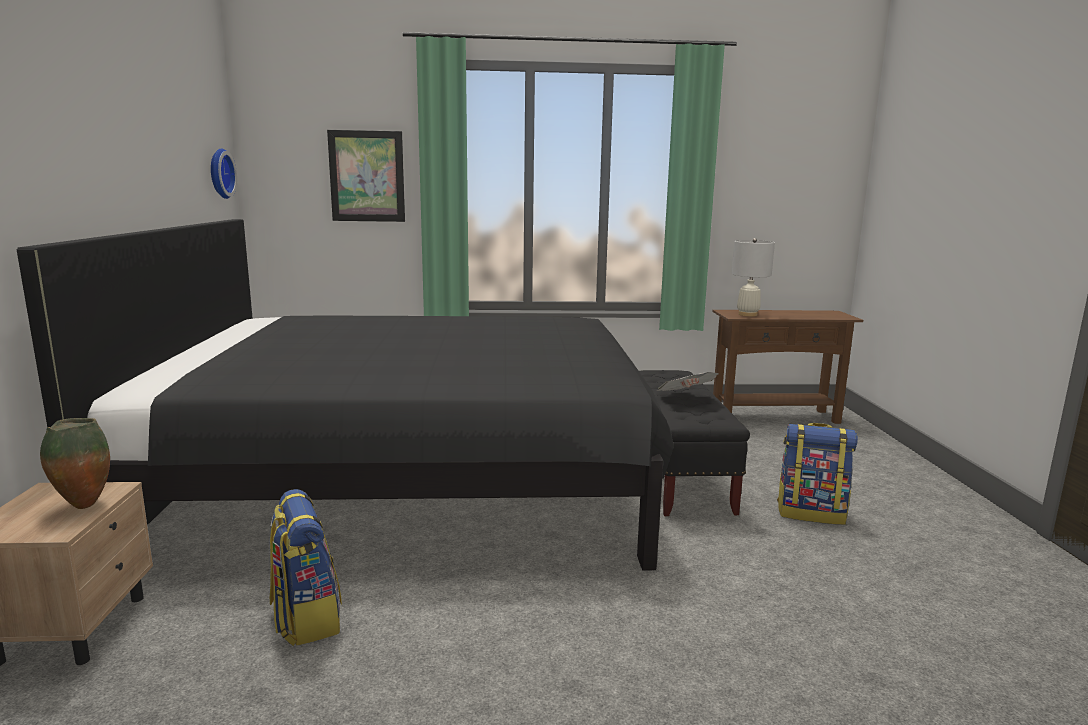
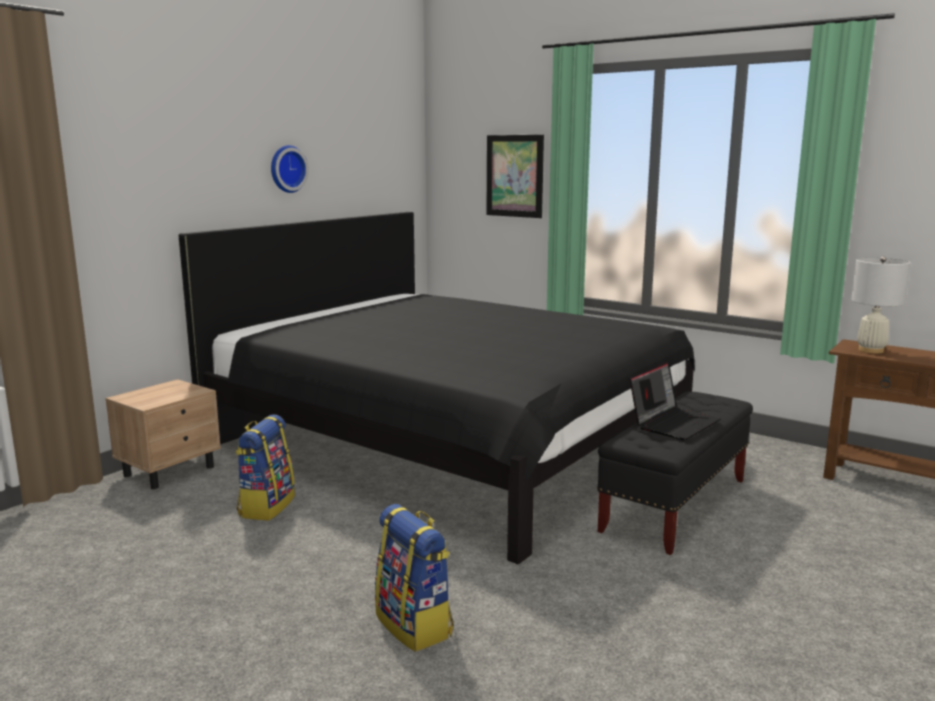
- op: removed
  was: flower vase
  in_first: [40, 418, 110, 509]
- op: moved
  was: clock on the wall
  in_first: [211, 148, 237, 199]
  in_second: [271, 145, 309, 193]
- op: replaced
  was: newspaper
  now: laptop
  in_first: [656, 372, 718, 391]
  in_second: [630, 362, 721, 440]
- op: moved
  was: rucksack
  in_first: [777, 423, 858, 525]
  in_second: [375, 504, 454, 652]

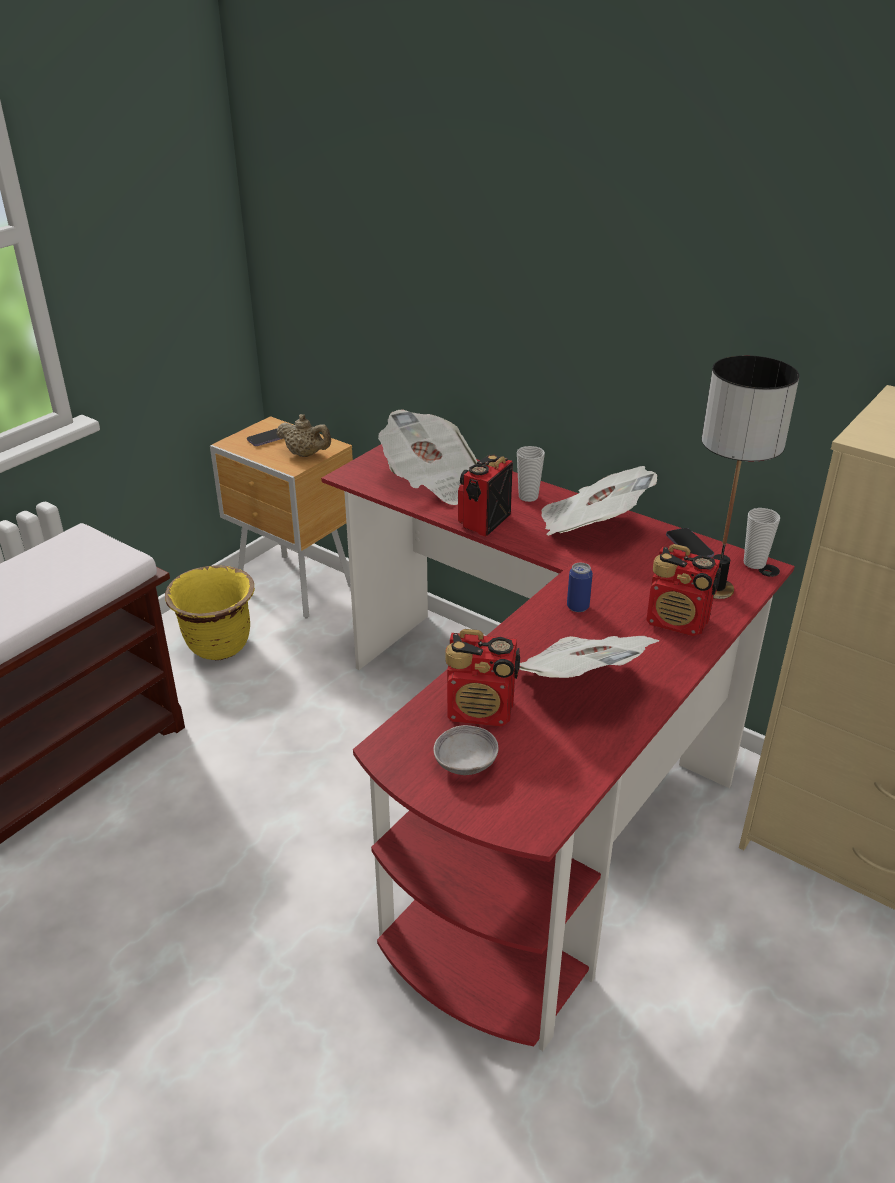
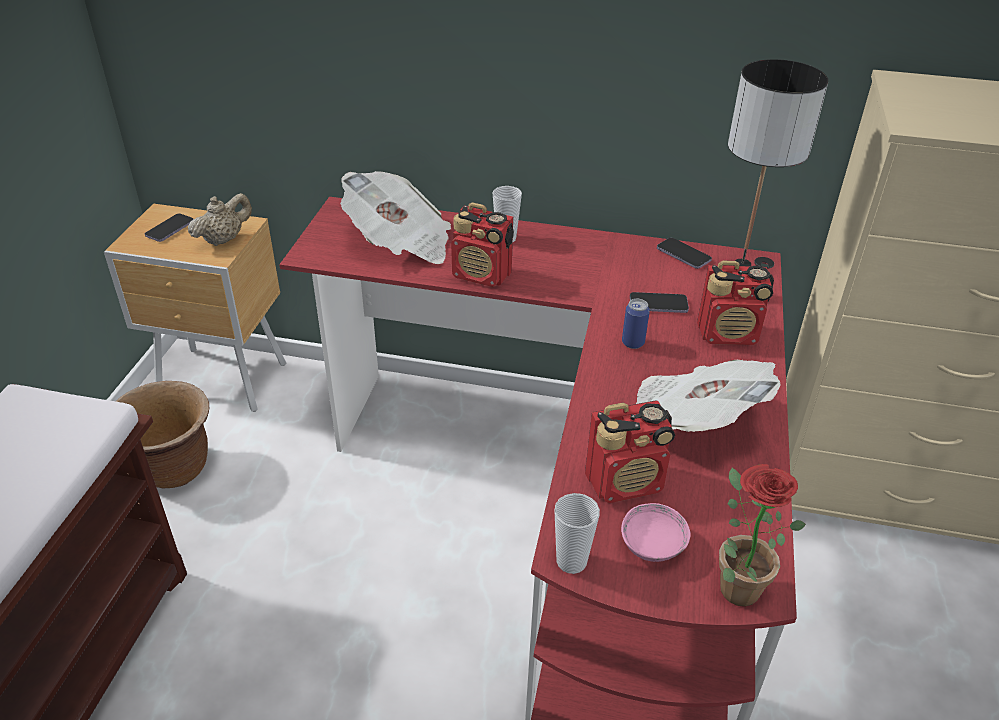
- op: recoloured
  was: yellow-coloured plant pot
  now: brownish plant pot
  in_first: [165, 565, 255, 660]
  in_second: [116, 381, 209, 488]
- op: turned
  was: beige-coloured teapot
  in_first: [276, 414, 331, 457]
  in_second: [188, 193, 252, 246]
  clockwise: -45
- op: recoloured
  was: grey bowl
  now: pink-coloured bowl
  in_first: [433, 725, 498, 775]
  in_second: [621, 503, 691, 562]
- op: turned
  was: radio receiver
  in_first: [458, 455, 513, 536]
  in_second: [451, 202, 514, 287]
  clockwise: -75
- op: removed
  was: newspaper
  in_first: [541, 466, 658, 536]
- op: moved
  was: drinking cup
  in_first: [744, 508, 780, 569]
  in_second: [554, 493, 600, 574]
- op: added
  now: phone
  in_second: [630, 292, 689, 313]
- op: added
  now: houseplant
  in_second: [719, 464, 806, 607]

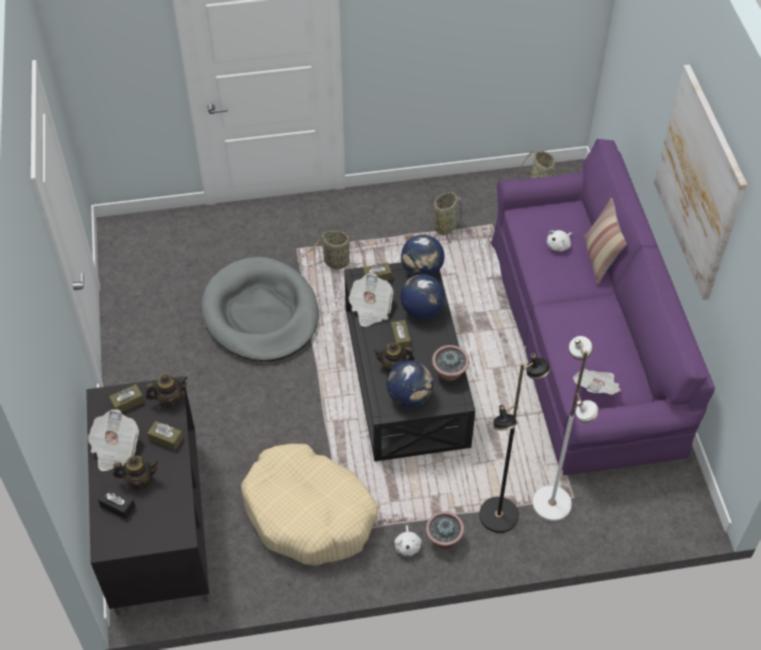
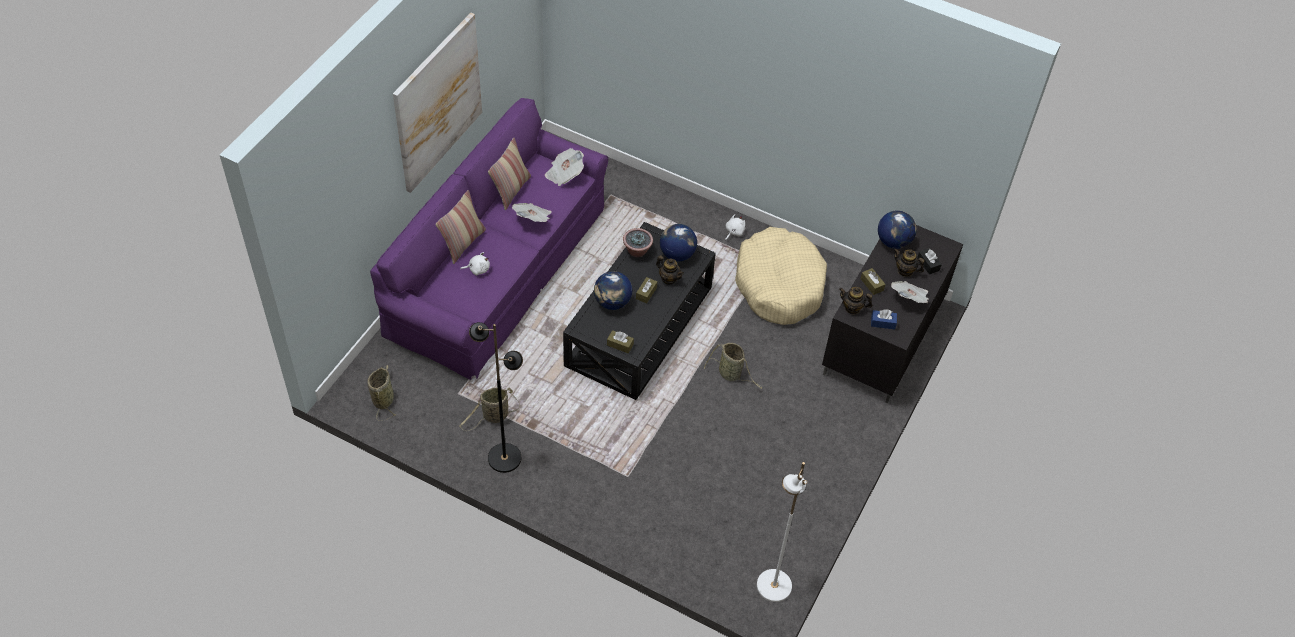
- op: recoloured
  was: brownish tissue holder
  now: blue tissue holder
  in_first: [109, 384, 144, 413]
  in_second: [871, 309, 897, 330]
- op: removed
  was: grey dog bed
  in_first: [201, 257, 319, 362]
- op: moved
  was: basket
  in_first: [297, 231, 364, 269]
  in_second: [704, 343, 762, 389]
- op: moved
  was: newspaper
  in_first: [348, 273, 394, 327]
  in_second: [512, 203, 552, 222]
- op: moved
  was: world globe
  in_first: [401, 235, 445, 276]
  in_second: [878, 210, 917, 249]
- op: removed
  was: houseplant
  in_first: [426, 511, 464, 549]
- op: moved
  was: black floor lamp
  in_first: [479, 353, 551, 533]
  in_second: [469, 322, 523, 473]
- op: moved
  was: white floor lamp
  in_first: [533, 336, 599, 521]
  in_second: [757, 462, 807, 602]
- op: added
  now: cushion
  in_second: [488, 138, 531, 210]

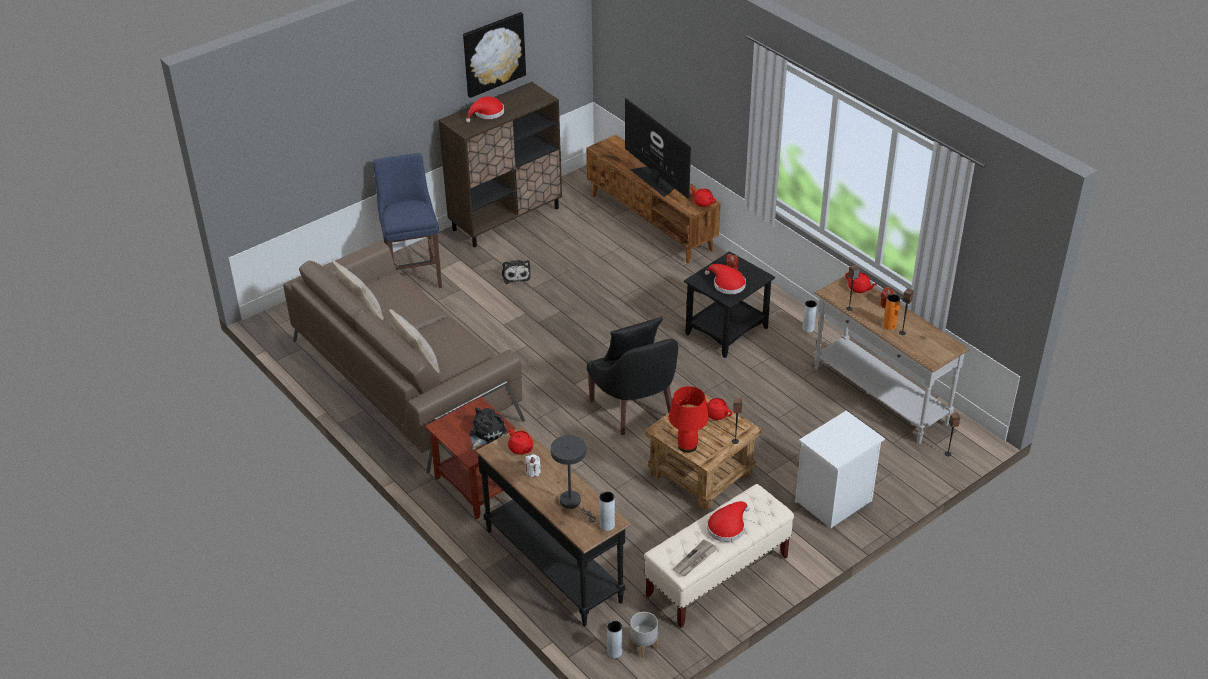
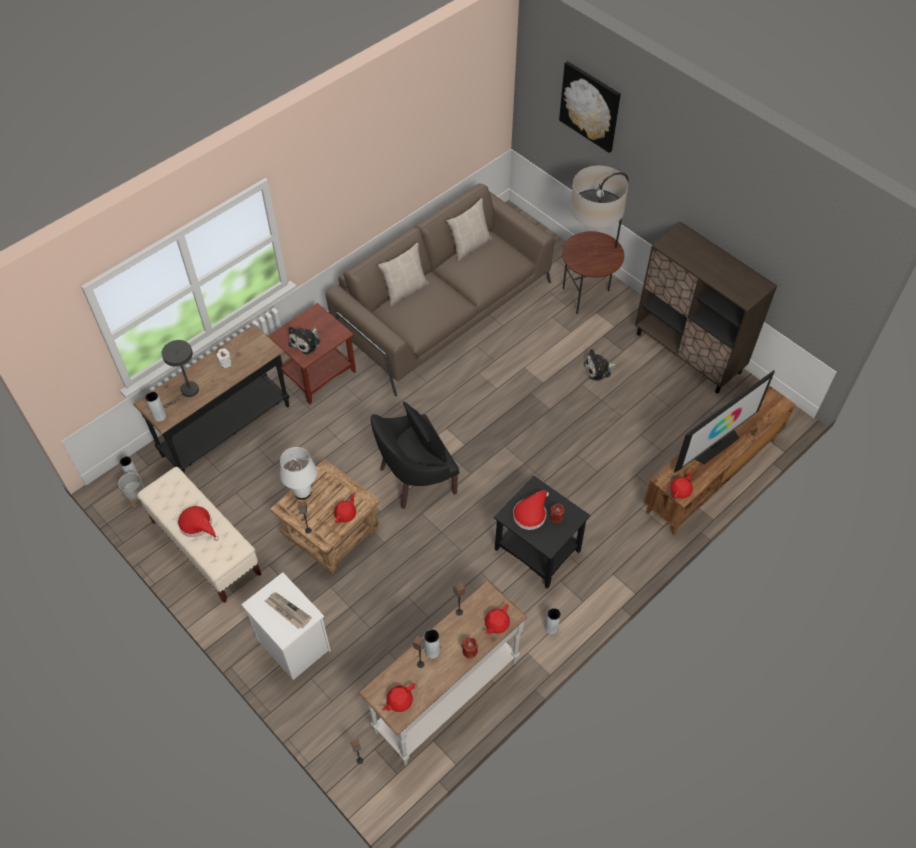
- op: replaced
  was: blue stool seat
  now: floor lamp
  in_first: [373, 153, 442, 288]
  in_second: [562, 166, 629, 314]
- op: moved
  was: wall picture
  in_first: [463, 12, 526, 98]
  in_second: [559, 61, 621, 153]
- op: removed
  was: reddish clothing hat
  in_first: [466, 97, 504, 123]
- op: turned
  was: plush toy
  in_first: [469, 408, 507, 450]
  in_second: [289, 326, 320, 355]
  clockwise: 90
- op: moved
  was: reddish teapot
  in_first: [508, 429, 533, 454]
  in_second: [382, 683, 415, 712]
- op: recoloured
  was: reddish table lamp
  now: white table lamp
  in_first: [669, 386, 709, 453]
  in_second: [280, 447, 317, 500]
- op: moved
  was: newspaper
  in_first: [673, 539, 717, 576]
  in_second: [265, 592, 312, 629]
- op: recoloured
  was: orangey flower vase
  now: grey flower vase
  in_first: [883, 294, 900, 330]
  in_second: [424, 629, 440, 659]

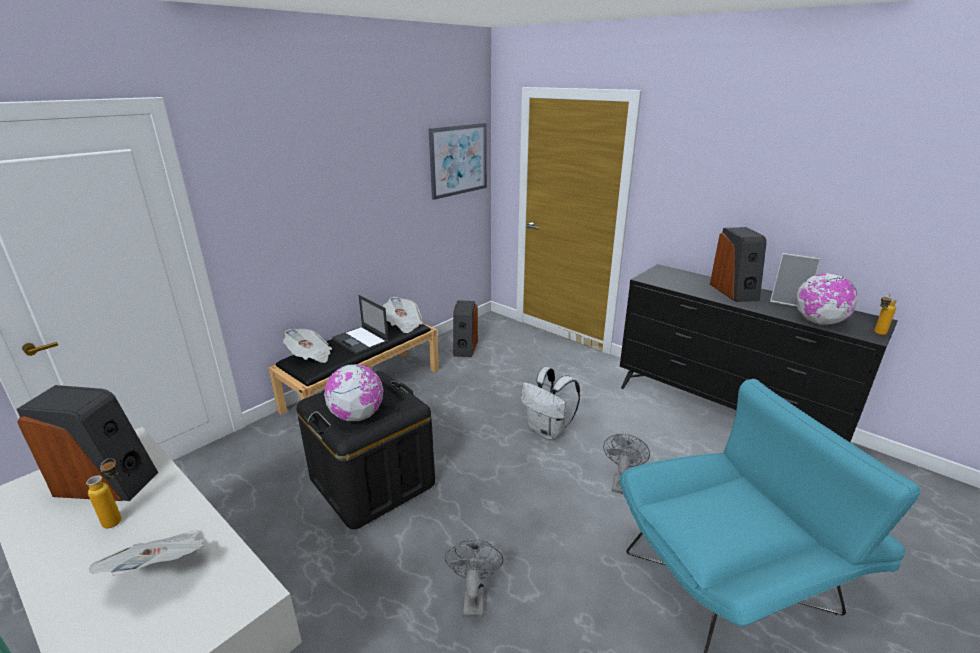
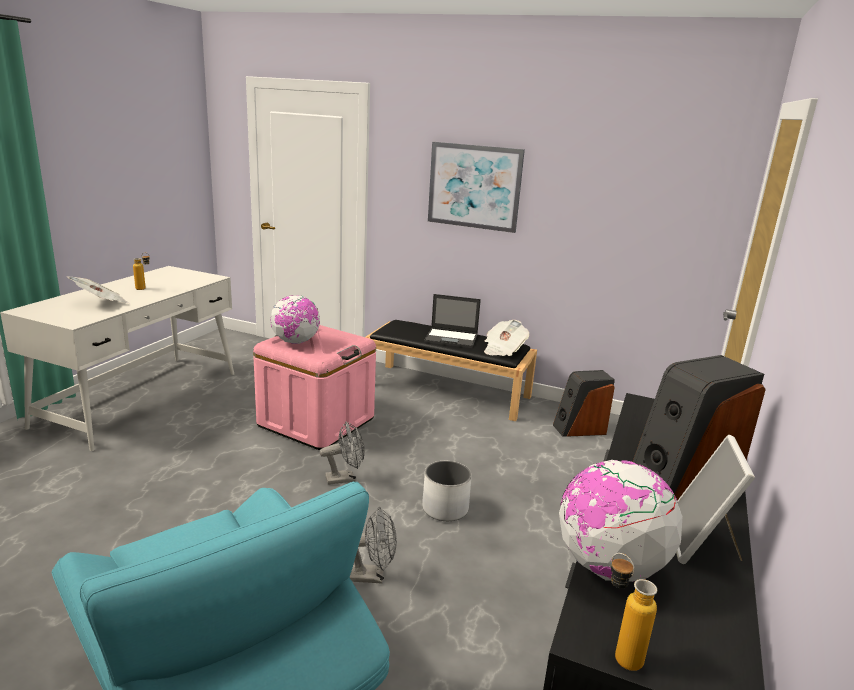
- op: removed
  was: loudspeaker
  in_first: [17, 385, 158, 501]
- op: removed
  was: newspaper
  in_first: [283, 329, 332, 363]
- op: recoloured
  was: black storage box
  now: pink-coloured storage box
  in_first: [296, 371, 435, 529]
  in_second: [253, 325, 376, 450]
- op: turned
  was: laptop
  in_first: [332, 295, 389, 355]
  in_second: [424, 294, 481, 348]
  clockwise: -105
- op: moved
  was: wall picture
  in_first: [429, 123, 487, 200]
  in_second: [428, 142, 525, 233]
- op: moved
  was: grey fan
  in_first: [445, 539, 503, 617]
  in_second: [320, 421, 365, 485]
- op: replaced
  was: white rucksack
  now: white plant pot
  in_first: [521, 367, 580, 440]
  in_second: [422, 461, 472, 521]

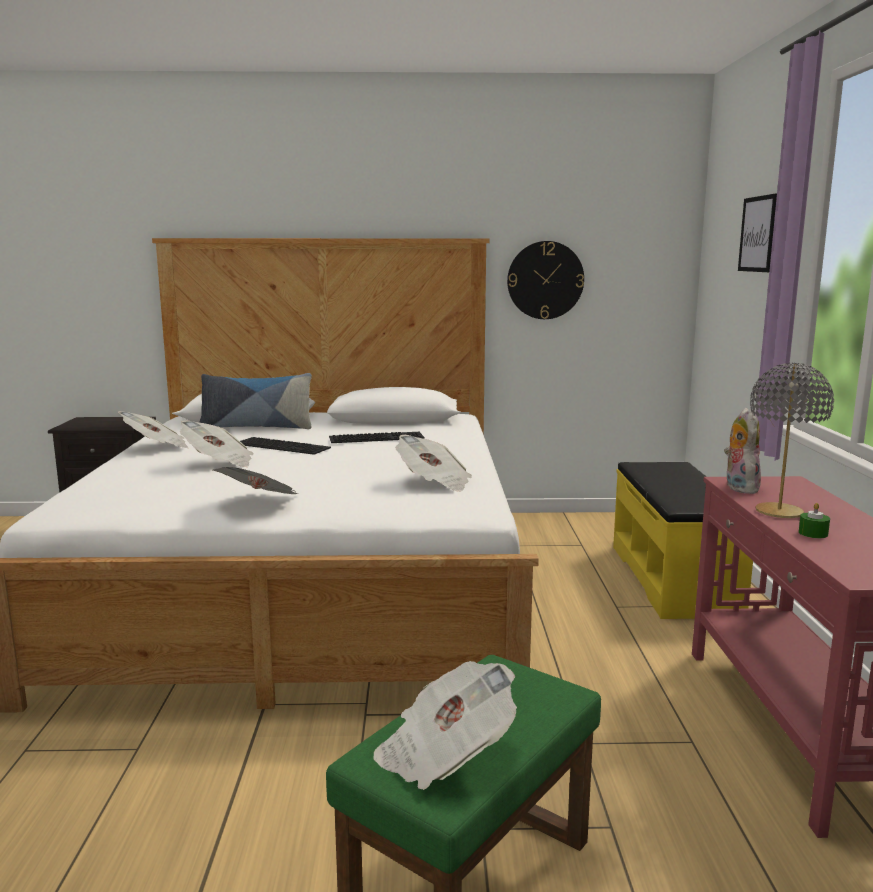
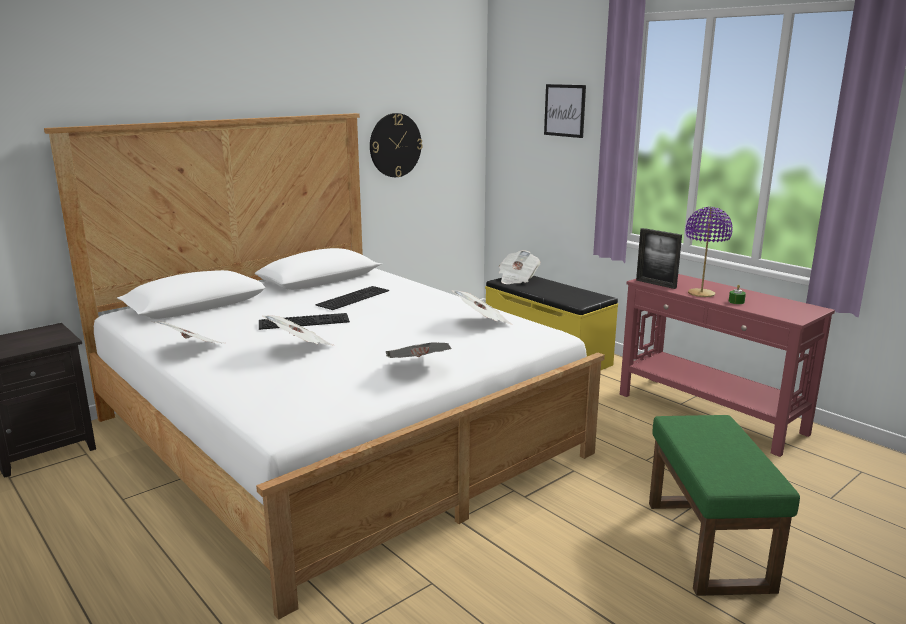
- op: removed
  was: cushion
  in_first: [199, 373, 312, 429]
- op: moved
  was: newspaper
  in_first: [374, 661, 517, 790]
  in_second: [499, 250, 540, 284]
- op: replaced
  was: plush toy
  now: picture frame
  in_first: [724, 408, 761, 494]
  in_second: [636, 228, 682, 289]
- op: recoloured
  was: grey table lamp
  now: purplish table lamp
  in_first: [750, 363, 834, 518]
  in_second: [685, 207, 733, 297]

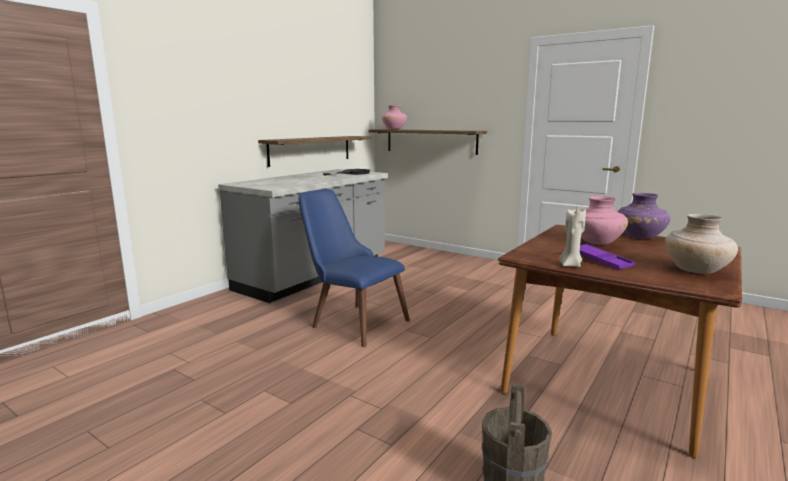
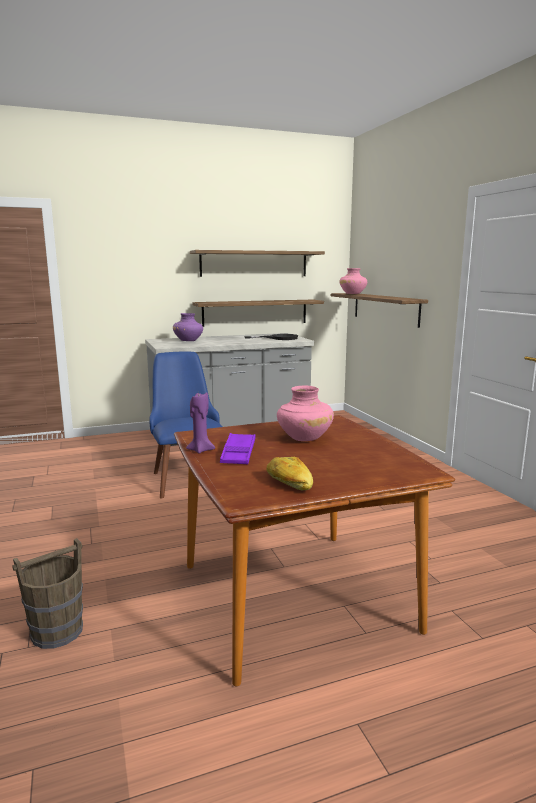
- op: recoloured
  was: beige-coloured wax light
  now: purplish wax light
  in_first: [559, 207, 586, 268]
  in_second: [186, 392, 215, 454]
- op: moved
  was: purplish flower vase
  in_first: [618, 193, 670, 239]
  in_second: [173, 313, 203, 341]
- op: replaced
  was: beige-coloured flower vase
  now: bread
  in_first: [665, 214, 738, 274]
  in_second: [266, 457, 313, 490]
- op: added
  now: bracket shelf
  in_second: [190, 250, 325, 277]

